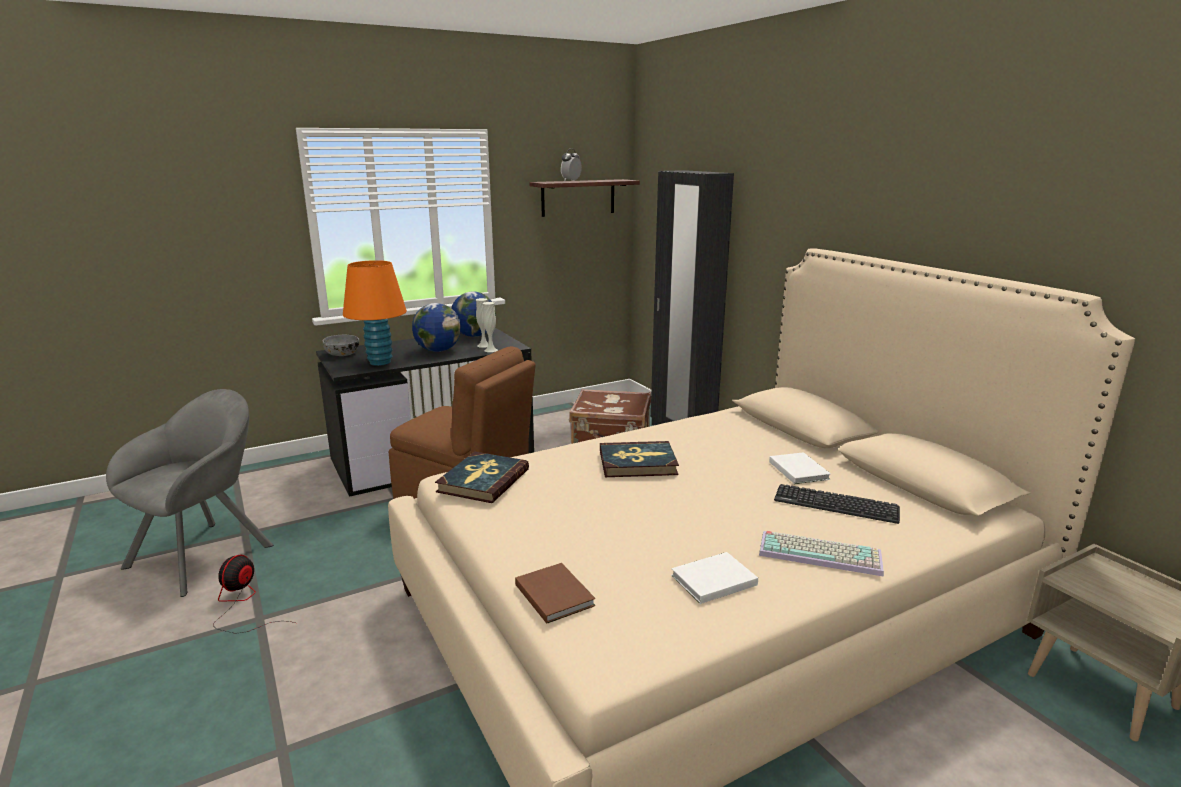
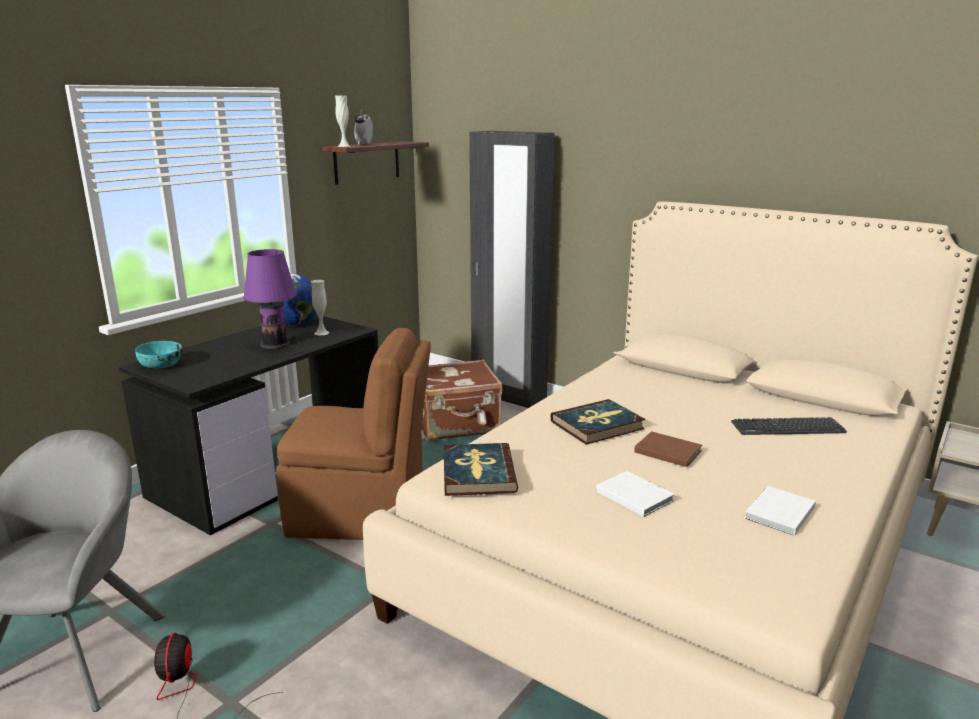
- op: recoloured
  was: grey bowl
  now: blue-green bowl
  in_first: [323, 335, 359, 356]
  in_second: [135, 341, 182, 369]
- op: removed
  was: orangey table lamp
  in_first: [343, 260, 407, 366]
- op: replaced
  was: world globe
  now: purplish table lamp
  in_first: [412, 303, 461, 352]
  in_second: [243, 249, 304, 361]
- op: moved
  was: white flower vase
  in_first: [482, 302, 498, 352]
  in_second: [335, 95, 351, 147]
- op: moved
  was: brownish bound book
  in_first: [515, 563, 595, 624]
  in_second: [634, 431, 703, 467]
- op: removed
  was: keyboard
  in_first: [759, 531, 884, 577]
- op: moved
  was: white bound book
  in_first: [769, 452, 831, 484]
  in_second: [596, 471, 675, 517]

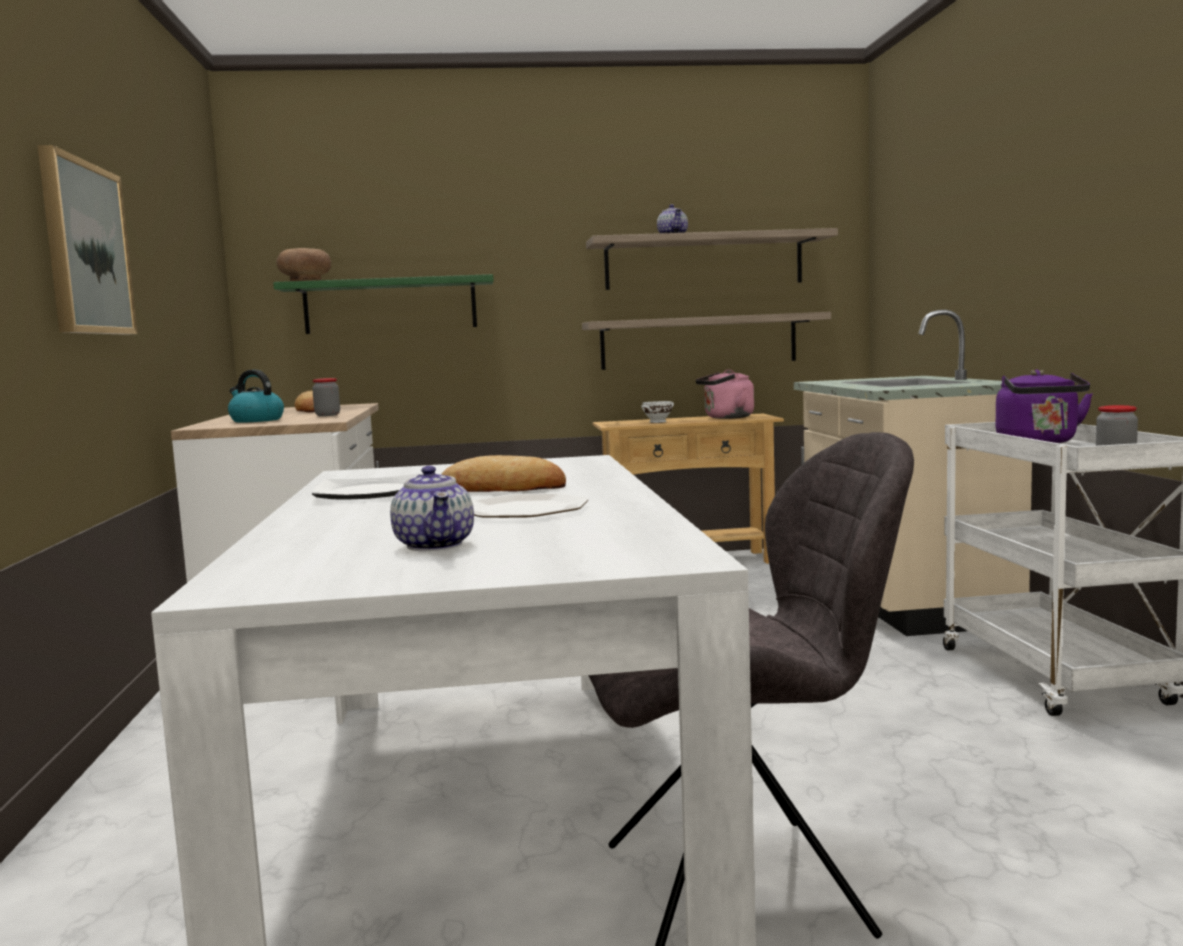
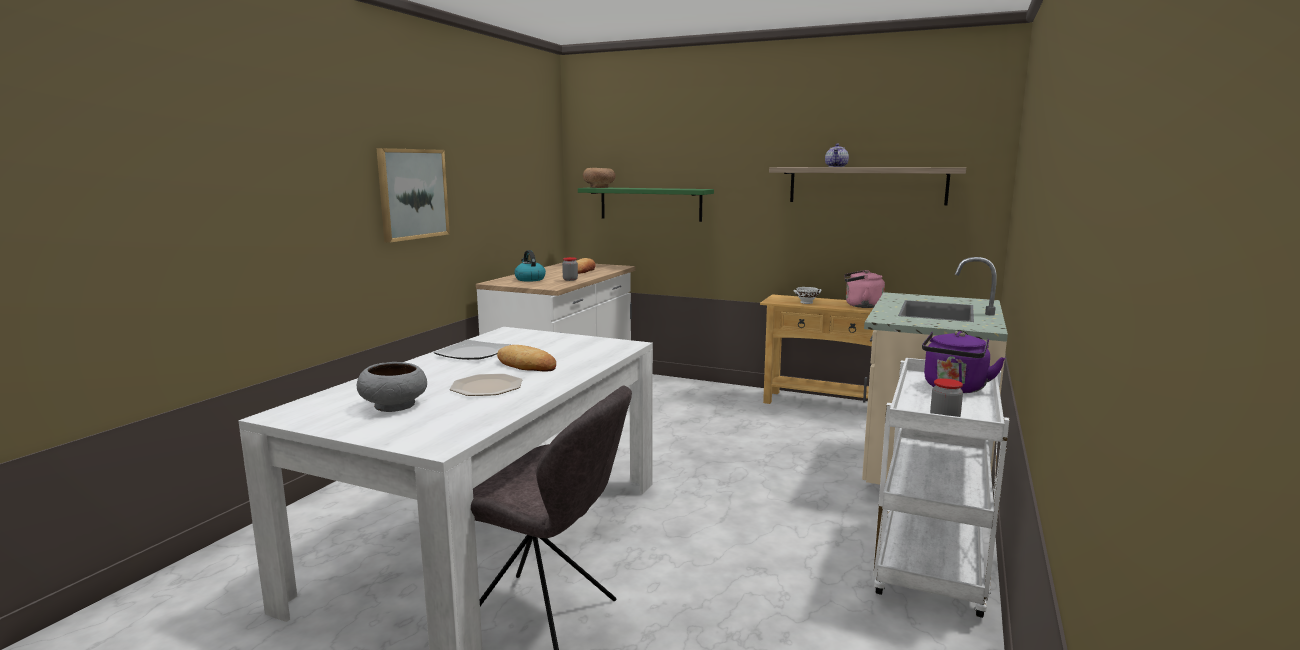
- op: replaced
  was: teapot
  now: grey bowl
  in_first: [390, 466, 474, 551]
  in_second: [357, 362, 427, 412]
- op: removed
  was: bracket shelf
  in_first: [582, 312, 831, 370]

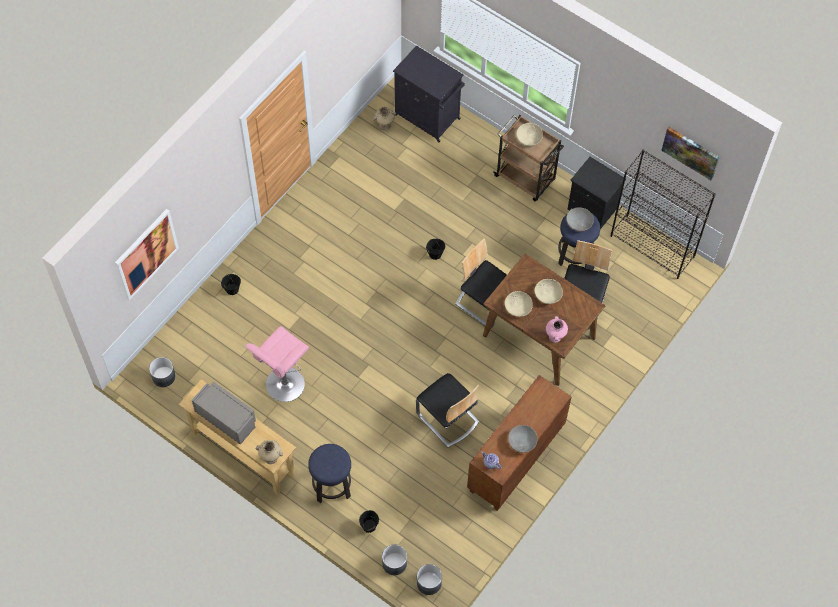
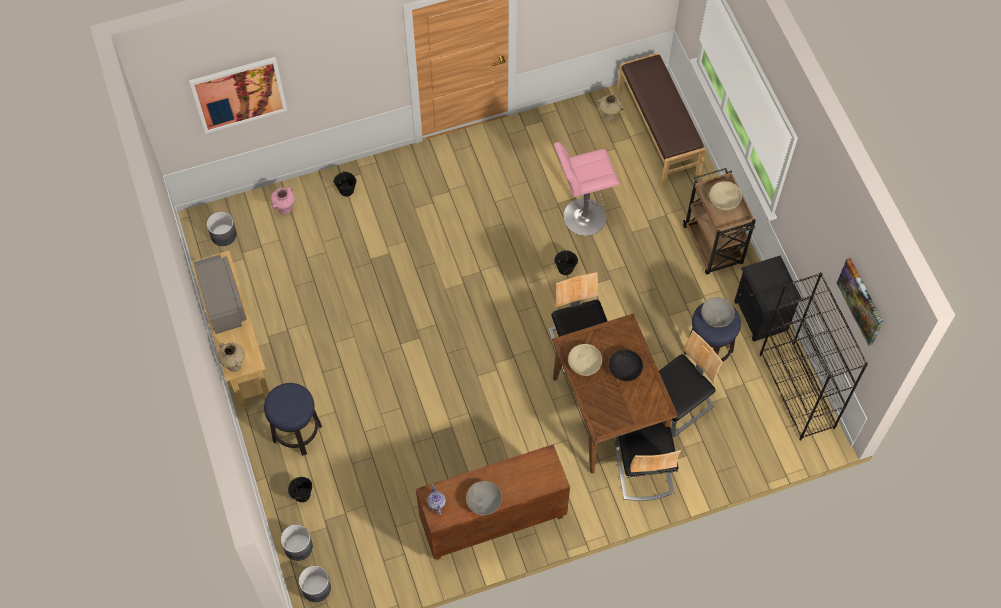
- op: moved
  was: pink-coloured stool seat
  in_first: [245, 326, 309, 402]
  in_second: [554, 142, 619, 236]
- op: replaced
  was: black storage cabinet
  now: brownish bench
  in_first: [393, 45, 465, 142]
  in_second: [617, 53, 706, 186]
- op: moved
  was: chair
  in_first: [416, 373, 479, 447]
  in_second: [615, 422, 681, 501]
- op: recoloured
  was: beige-coloured bowl
  now: black bowl
  in_first: [535, 279, 563, 304]
  in_second: [609, 349, 643, 381]
- op: moved
  was: pink-coloured flower vase
  in_first: [546, 316, 568, 343]
  in_second: [271, 187, 295, 214]

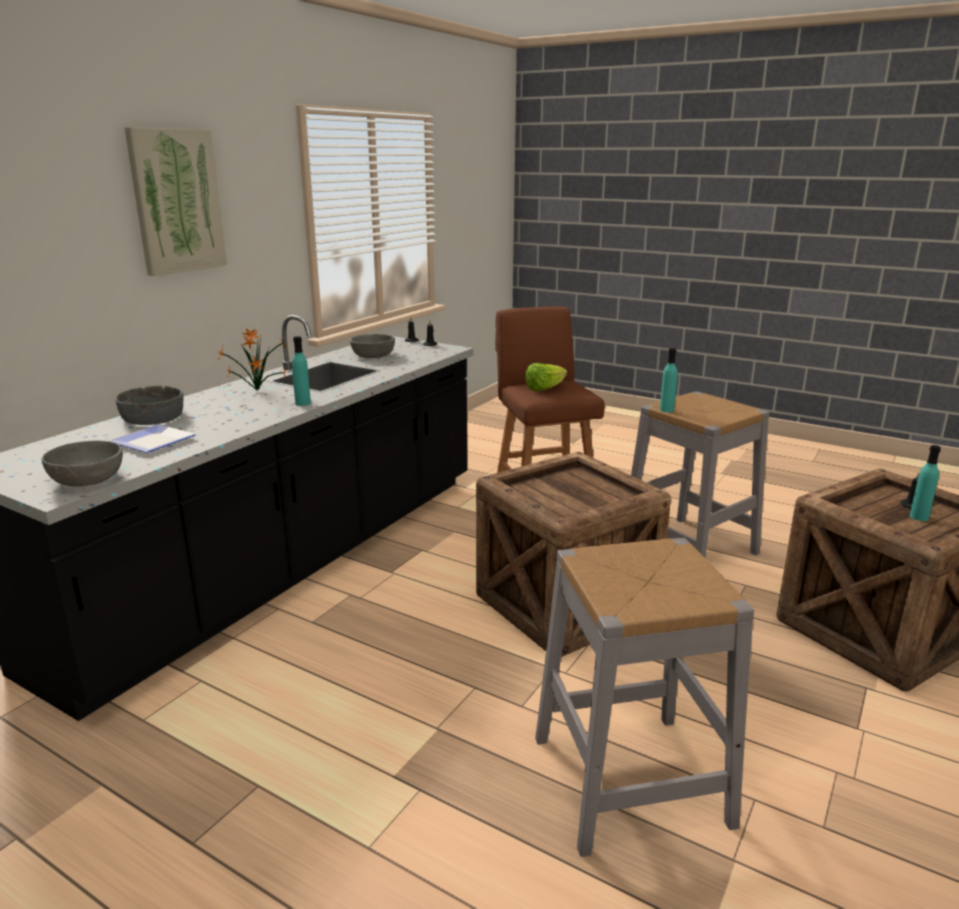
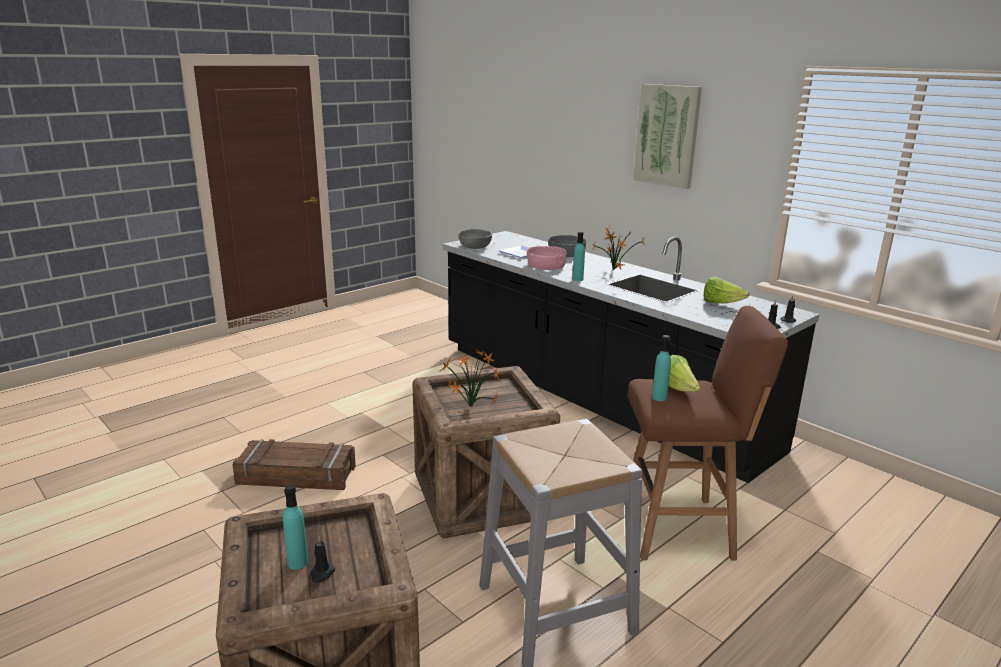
- op: replaced
  was: grey bowl
  now: lettuce
  in_first: [350, 334, 395, 358]
  in_second: [704, 277, 749, 303]
- op: replaced
  was: grey stool seat
  now: shipping crate
  in_first: [535, 538, 754, 857]
  in_second: [232, 439, 356, 490]
- op: moved
  was: blue-green beverage bottle
  in_first: [660, 348, 678, 412]
  in_second: [652, 335, 671, 401]
- op: added
  now: houseplant
  in_second: [438, 349, 500, 407]
- op: added
  now: pink-coloured bowl
  in_second: [527, 246, 567, 270]

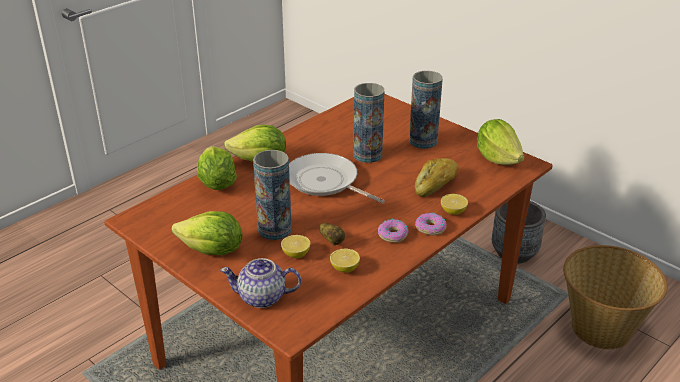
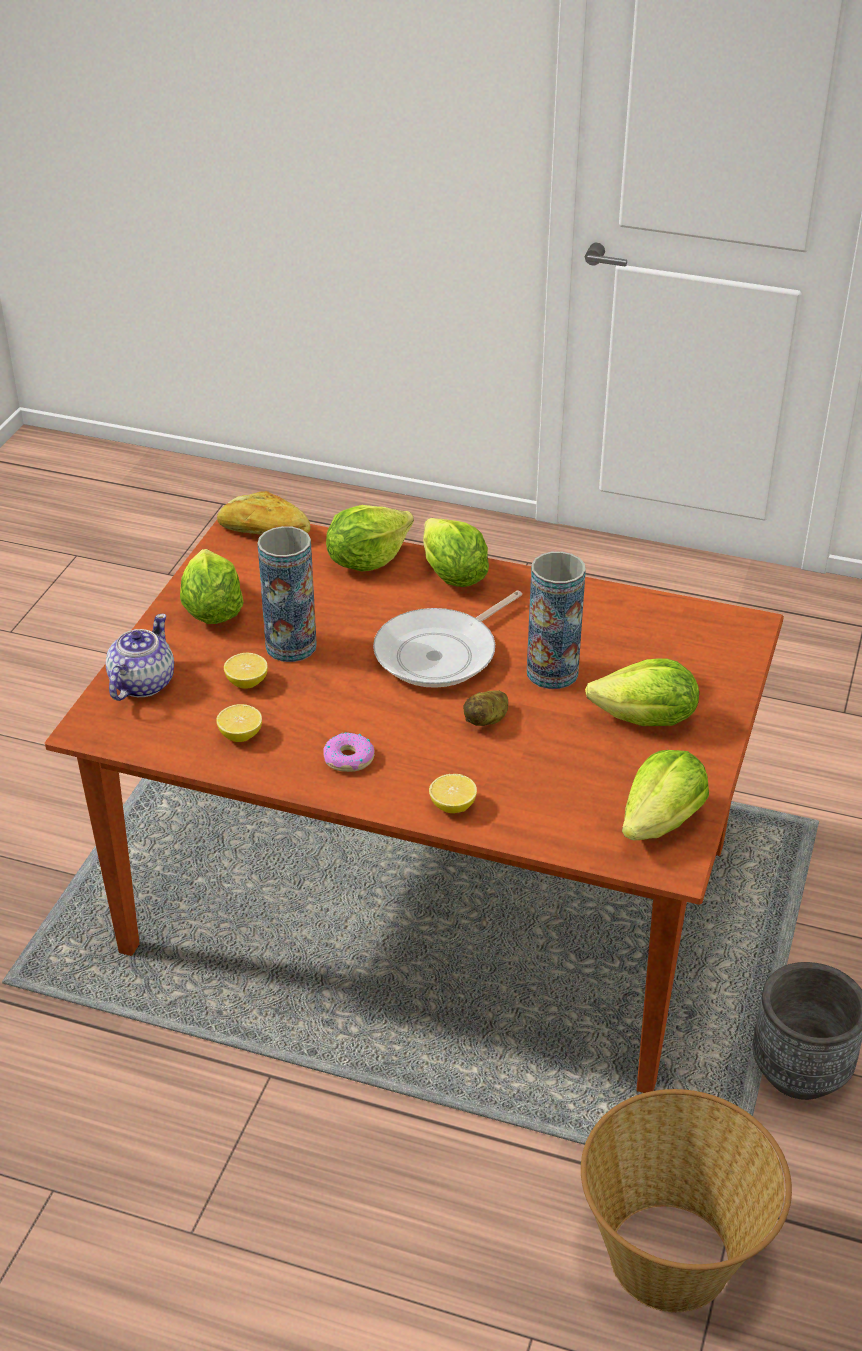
- op: turned
  was: teapot
  in_first: [220, 258, 301, 308]
  in_second: [105, 614, 174, 701]
  clockwise: 45
- op: turned
  was: skillet
  in_first: [289, 153, 385, 203]
  in_second: [373, 590, 522, 688]
  clockwise: -150
- op: moved
  was: whole potato
  in_first: [319, 223, 345, 246]
  in_second: [463, 690, 508, 726]
- op: replaced
  was: flower vase
  now: lettuce
  in_first: [409, 71, 443, 149]
  in_second: [585, 658, 699, 726]
- op: moved
  was: bread
  in_first: [415, 158, 459, 197]
  in_second: [217, 491, 310, 535]
- op: removed
  was: ring doughnut
  in_first: [415, 212, 447, 235]

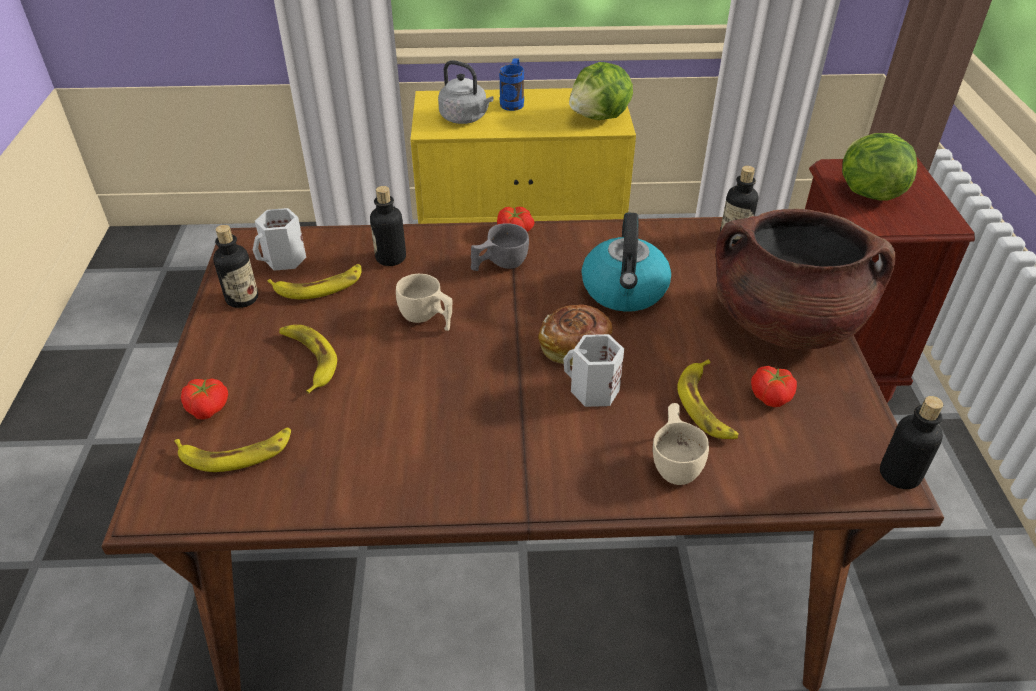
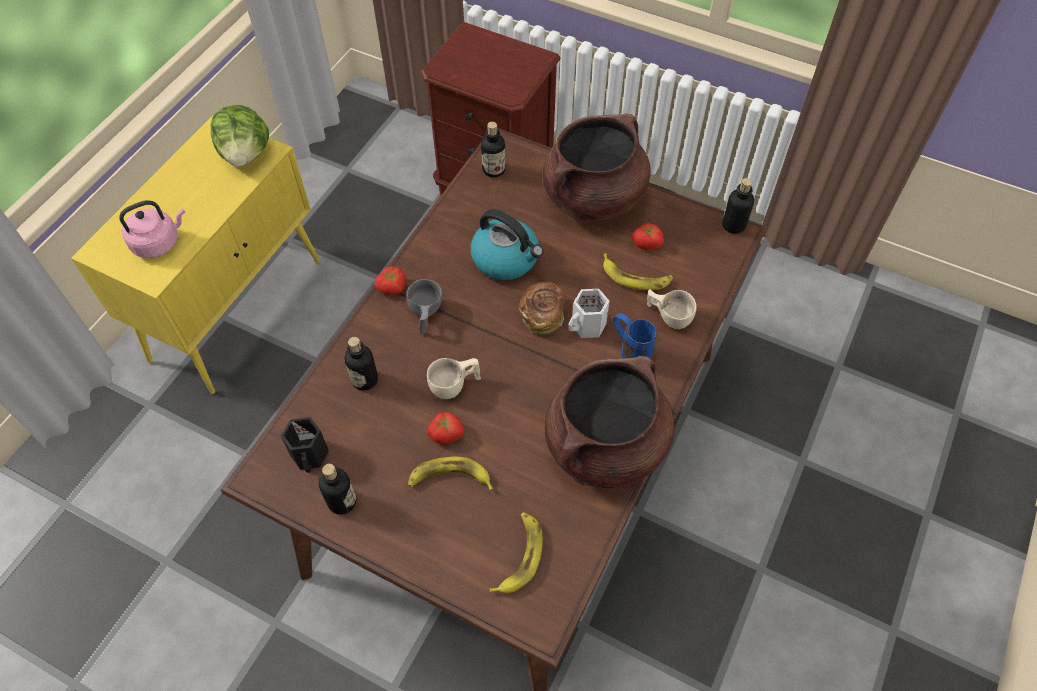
- op: moved
  was: whole tomato
  in_first: [181, 378, 228, 419]
  in_second: [428, 412, 464, 444]
- op: recoloured
  was: white coffee mug
  now: black coffee mug
  in_first: [253, 208, 306, 271]
  in_second: [281, 417, 329, 473]
- op: removed
  was: banana
  in_first: [267, 264, 362, 299]
- op: recoloured
  was: grey tea kettle
  now: pink-coloured tea kettle
  in_first: [438, 60, 494, 124]
  in_second: [119, 200, 185, 258]
- op: moved
  was: blue coffee mug
  in_first: [499, 58, 524, 111]
  in_second: [613, 313, 657, 358]
- op: removed
  was: lettuce
  in_first: [842, 133, 917, 201]
- op: added
  now: brownish stockpot
  in_second: [545, 356, 675, 488]

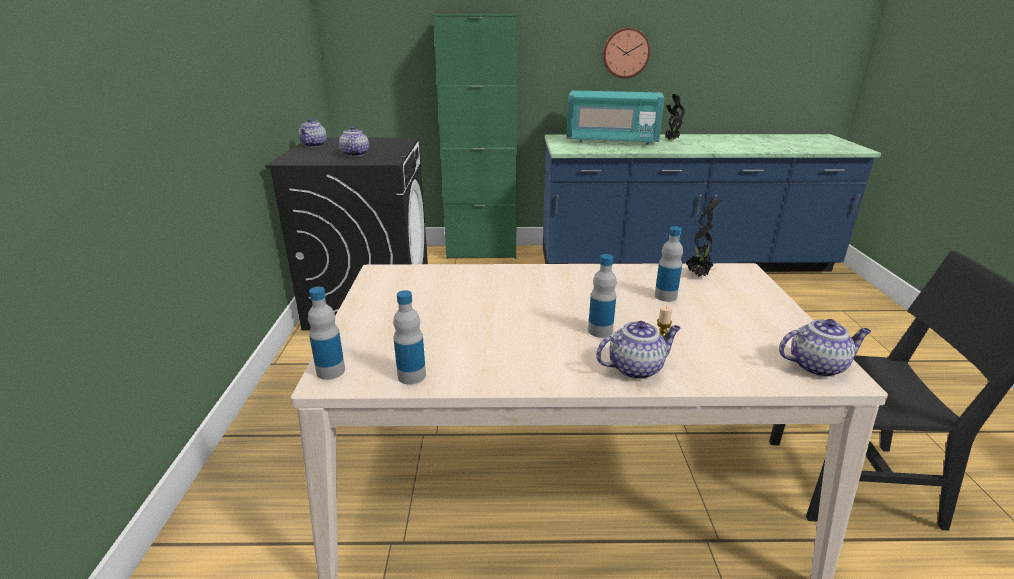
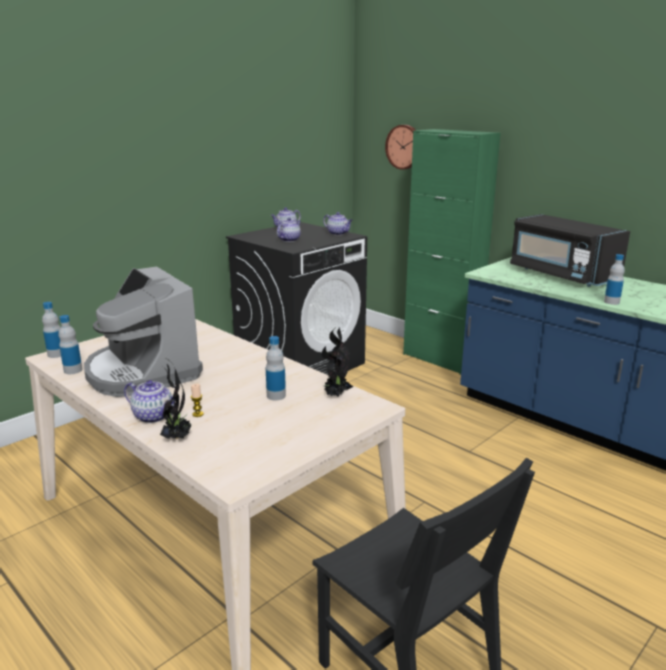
- op: recoloured
  was: blue-green microwave oven
  now: black microwave oven
  in_first: [566, 91, 664, 145]
  in_second: [510, 214, 630, 287]
- op: moved
  was: beverage bottle
  in_first: [588, 254, 617, 338]
  in_second: [604, 254, 625, 305]
- op: moved
  was: clock on the wall
  in_first: [603, 27, 650, 78]
  in_second: [385, 125, 416, 170]
- op: moved
  was: houseplant
  in_first: [665, 94, 685, 140]
  in_second: [160, 359, 192, 439]
- op: moved
  was: teapot
  in_first: [779, 319, 872, 377]
  in_second: [323, 212, 353, 235]
- op: added
  now: coffee maker
  in_second: [84, 267, 203, 397]

